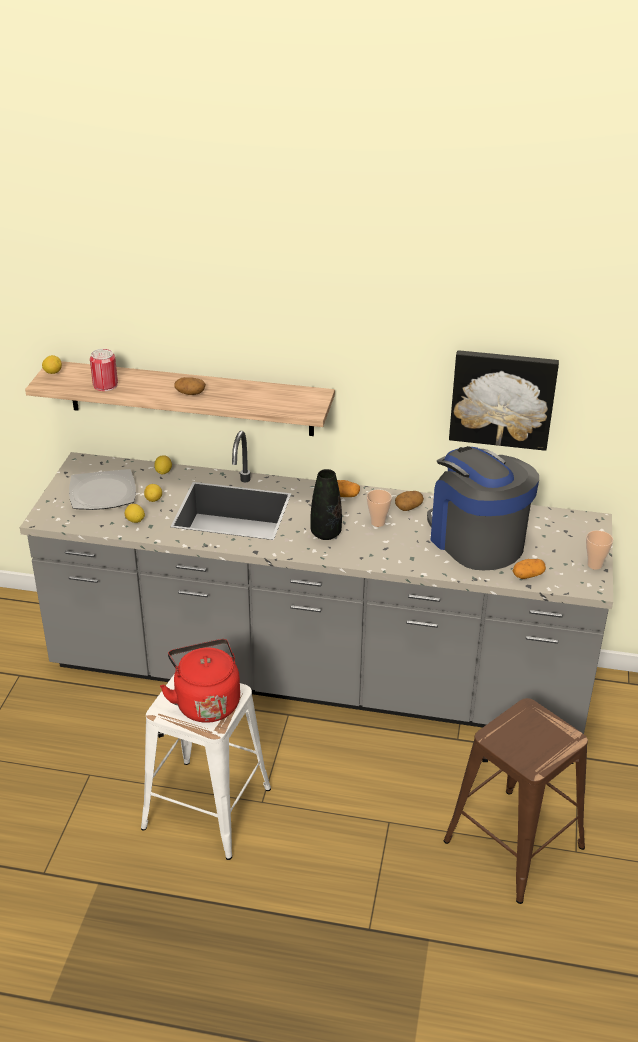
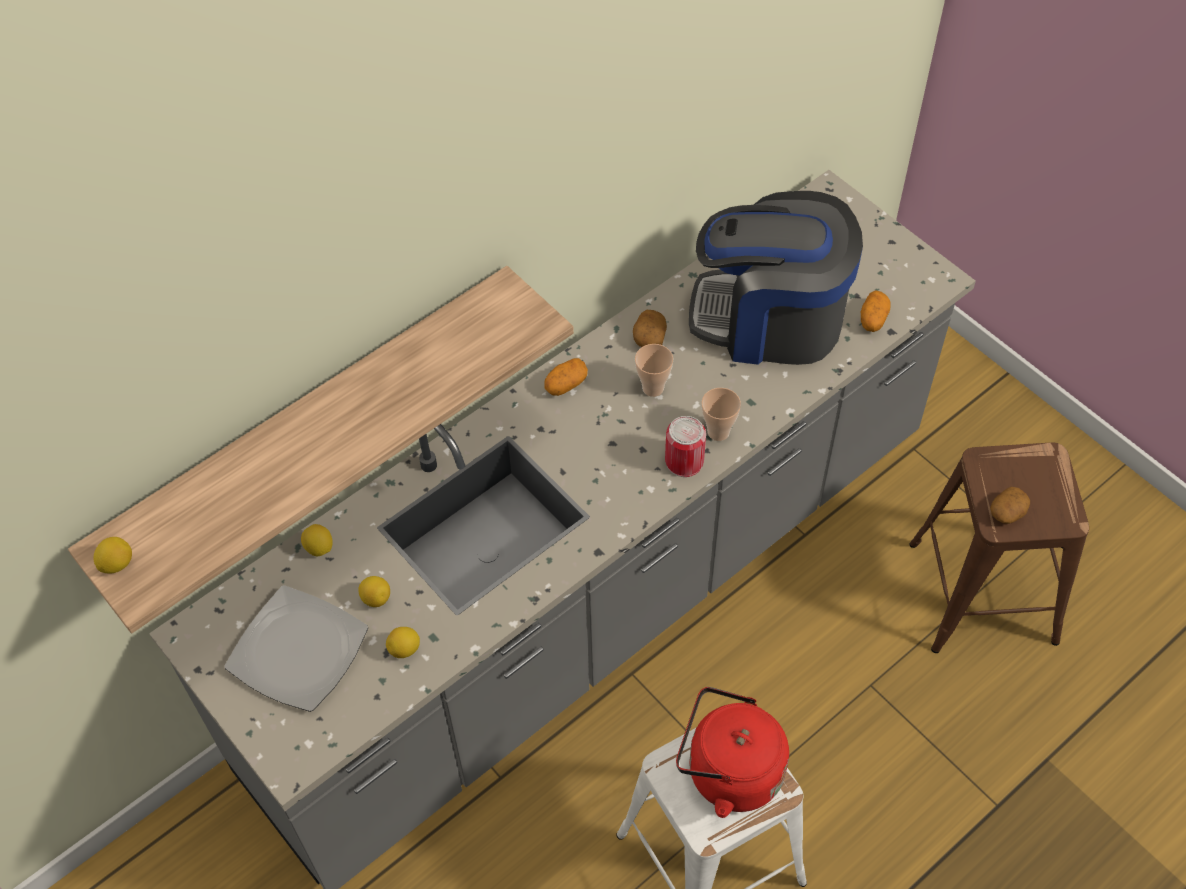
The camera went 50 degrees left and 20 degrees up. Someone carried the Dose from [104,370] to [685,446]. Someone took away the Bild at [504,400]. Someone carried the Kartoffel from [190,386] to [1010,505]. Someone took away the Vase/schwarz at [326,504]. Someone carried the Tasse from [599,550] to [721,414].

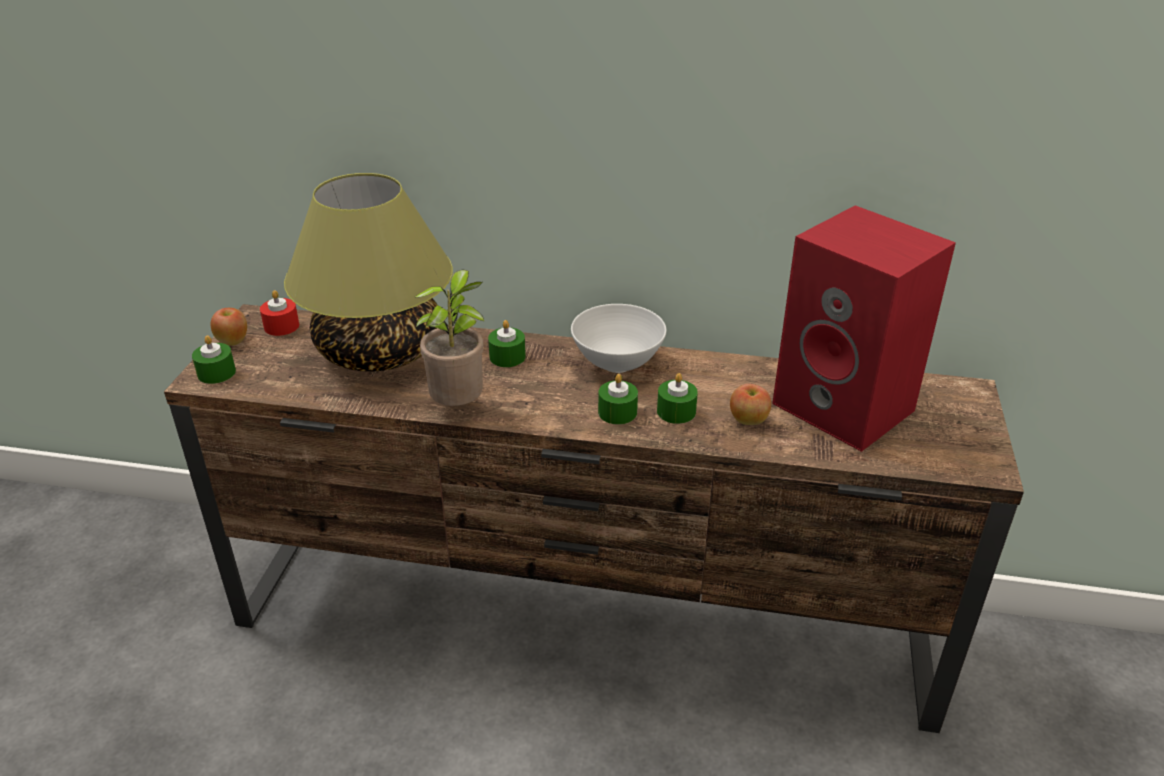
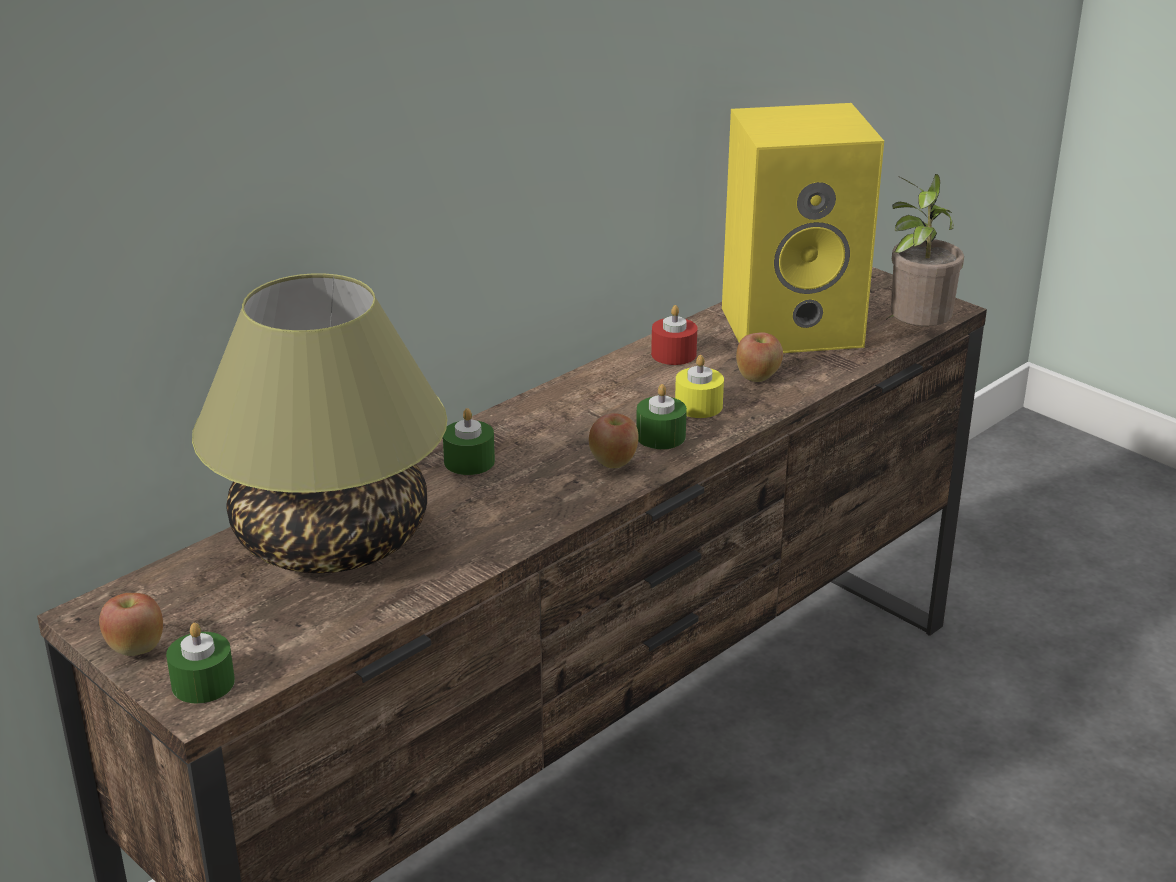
The camera went 55 degrees left and 5 degrees down. Someone repainted the Lautsprecher/rot at [864,328], which became the Lautsprecher/gelb at [803,228]. Someone carried the Topfpflanze from [450,337] to [924,250]. Someone carried the Kerze/rot from [279,313] to [674,335]. Someone took away the Schüssel/weiß at [618,338]. Someone repainted the Kerze/grün at [677,398], which became the Kerze/gelb at [699,386]. Someone put down the Apfel at [614,440].

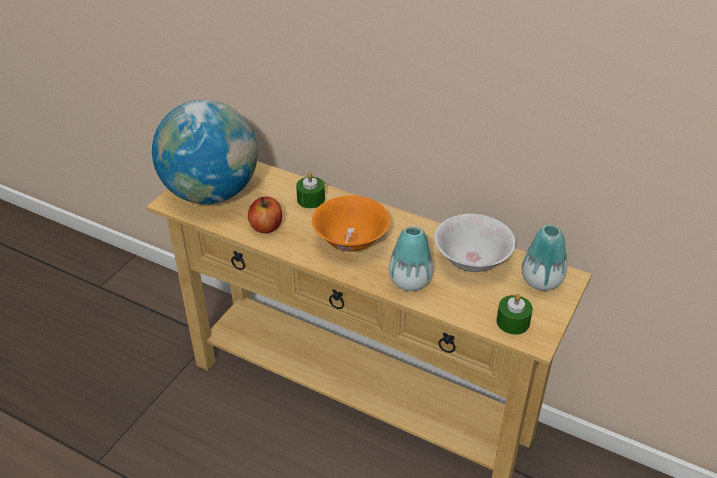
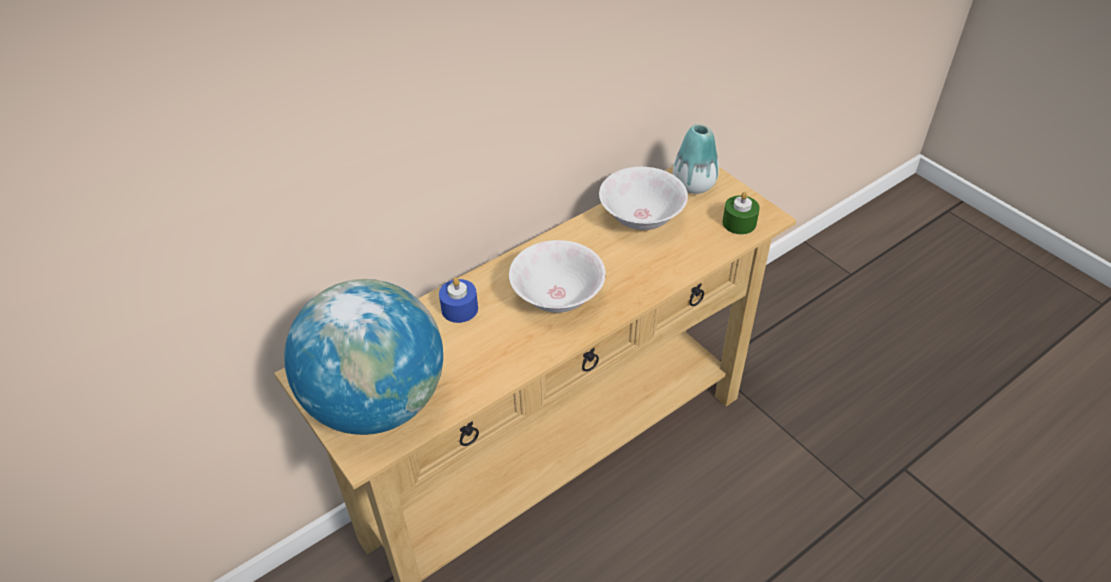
The camera went 65 degrees left and 5 degrees up. Someone repainted the Kerze/grün at [310,190], which became the Kerze/blau at [458,300]. Someone repainted the Schüssel/orange at [351,224], which became the Schüssel/weiß at [557,276]. Someone took away the Apfel at [265,215]. Someone took away the Vase at [411,258].

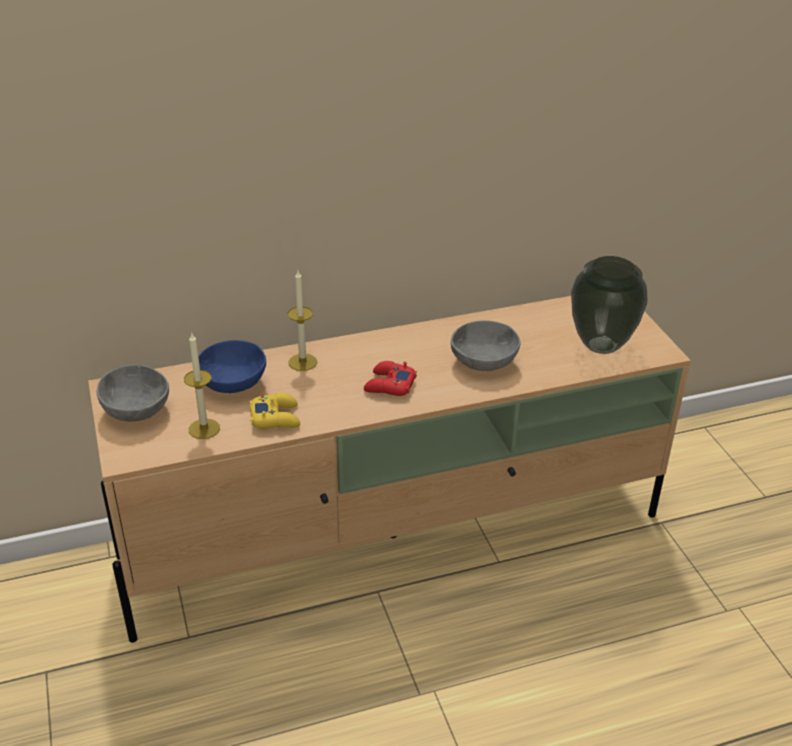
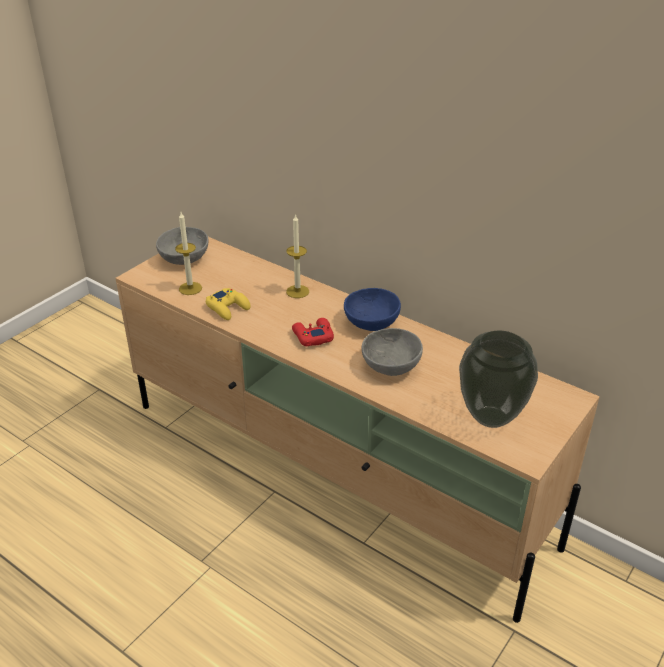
The camera went 55 degrees right and 0 degrees up. Someone carried the Schüssel/blau from [232,366] to [372,309].

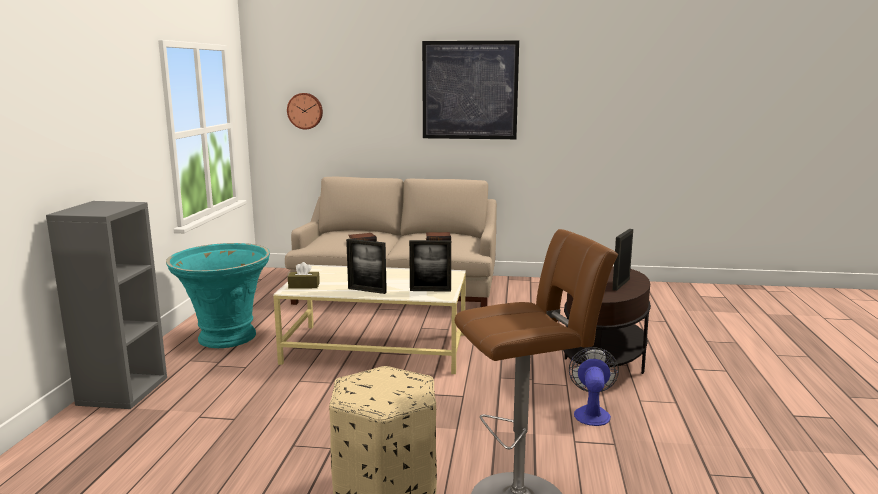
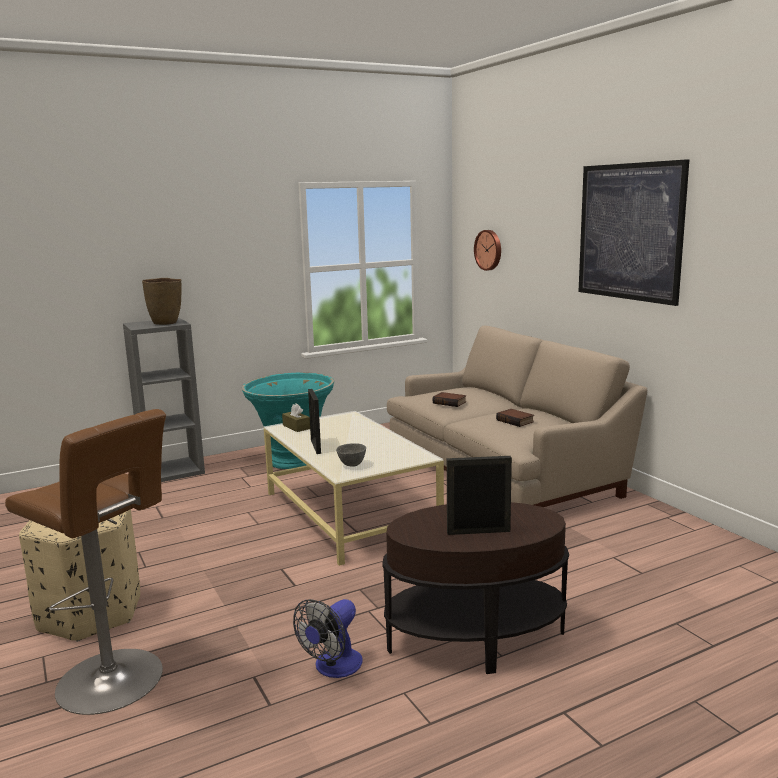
The camera went 55 degrees right and 0 degrees up. Someone swapped the Bilderrahmen at [430,266] for the Schüssel/grau at [351,455]. Someone rotated the Ventilator at [594,386] by 150 degrees clockwise. Someone put down the Vase/braun at [162,301].

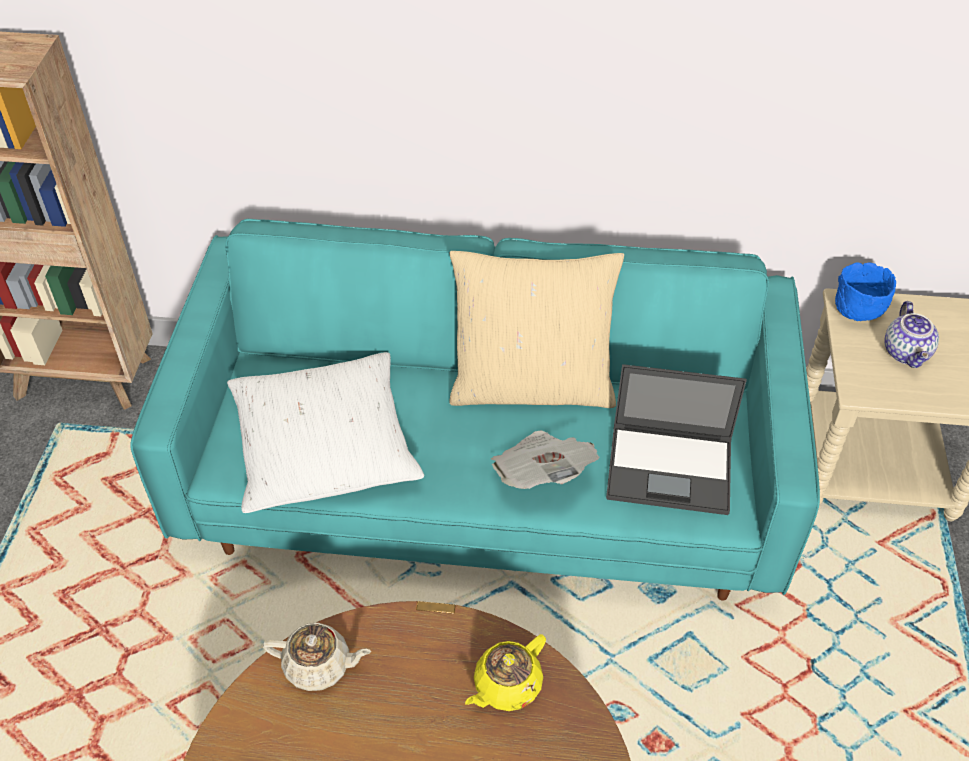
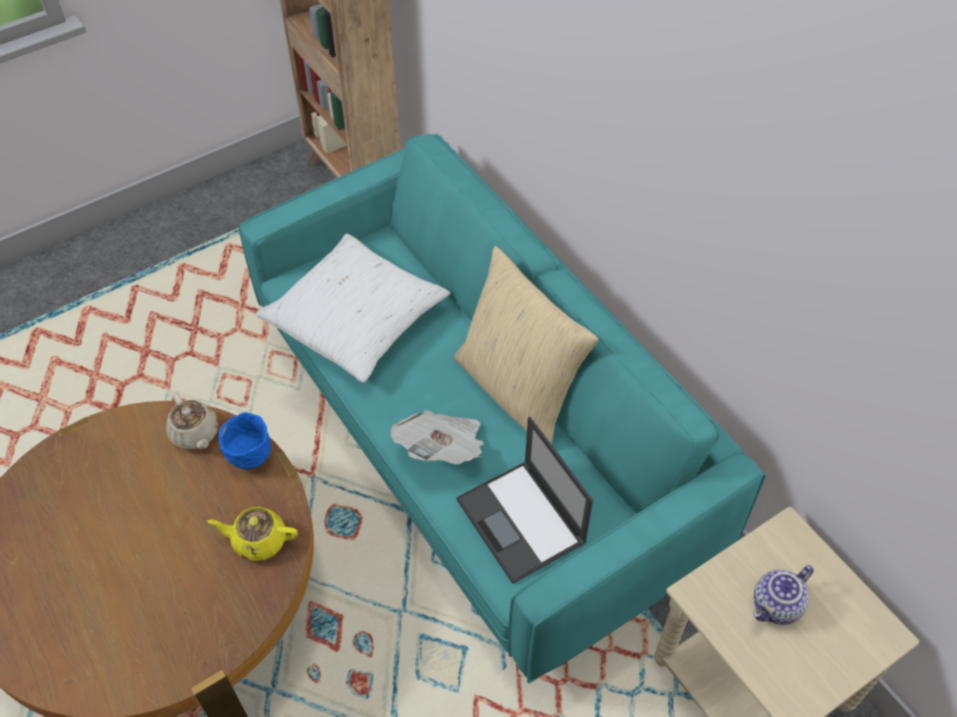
The camera went 50 degrees right and 5 degrees up. Someone carried the Schüssel/blau from [865,292] to [244,440].

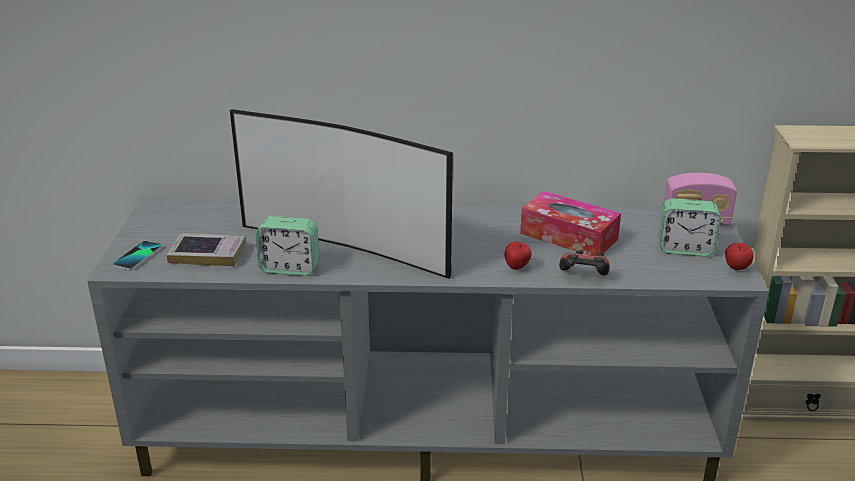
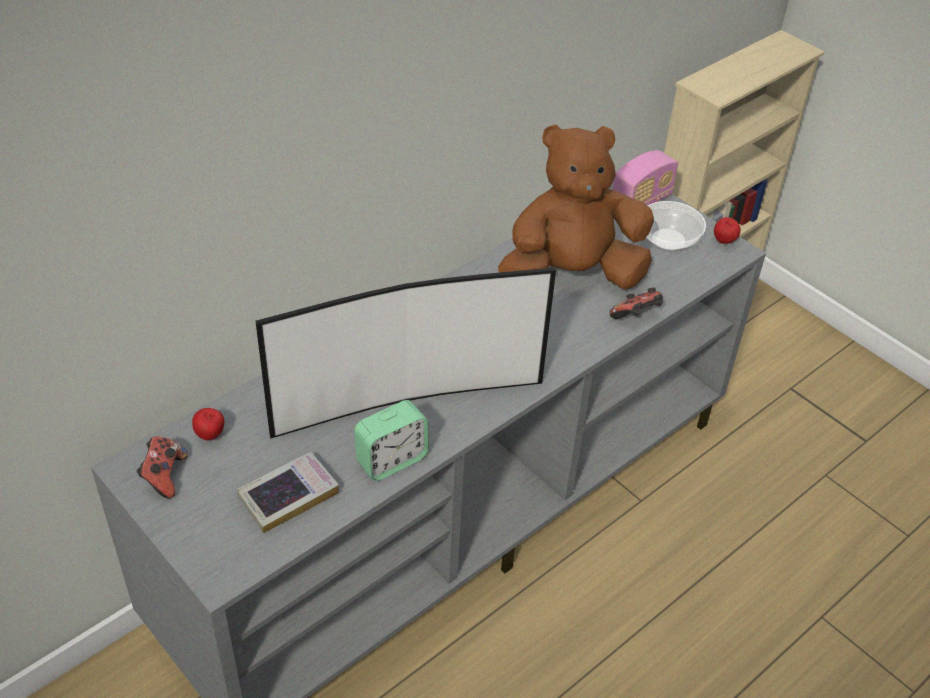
The camera went 45 degrees left and 15 degrees up. Someone swapped the Taschentuchbox at [570,223] for the Plüschtier/braun at [576,207]. Someone swapped the Wecker at [690,227] for the Schüssel at [675,226]. Someone took away the Handy at [137,255]. Someone carried the Apfel from [518,256] to [208,424]. Someone put down the Gamepad at [162,467].

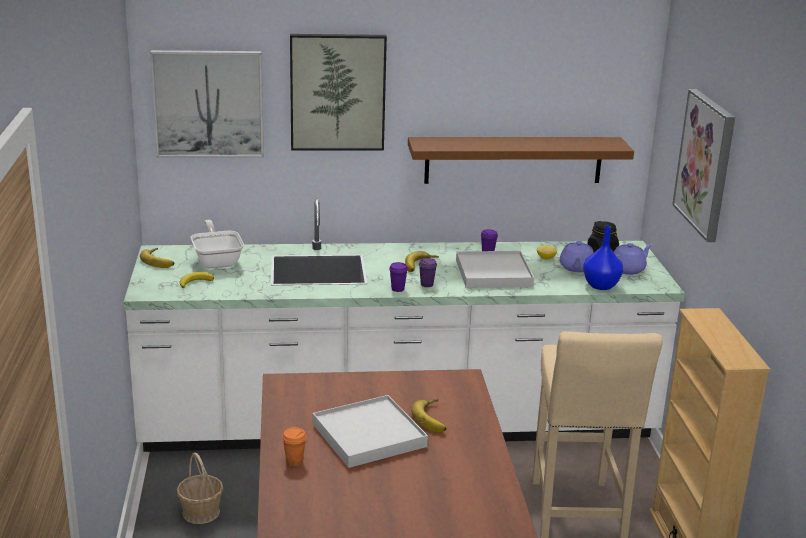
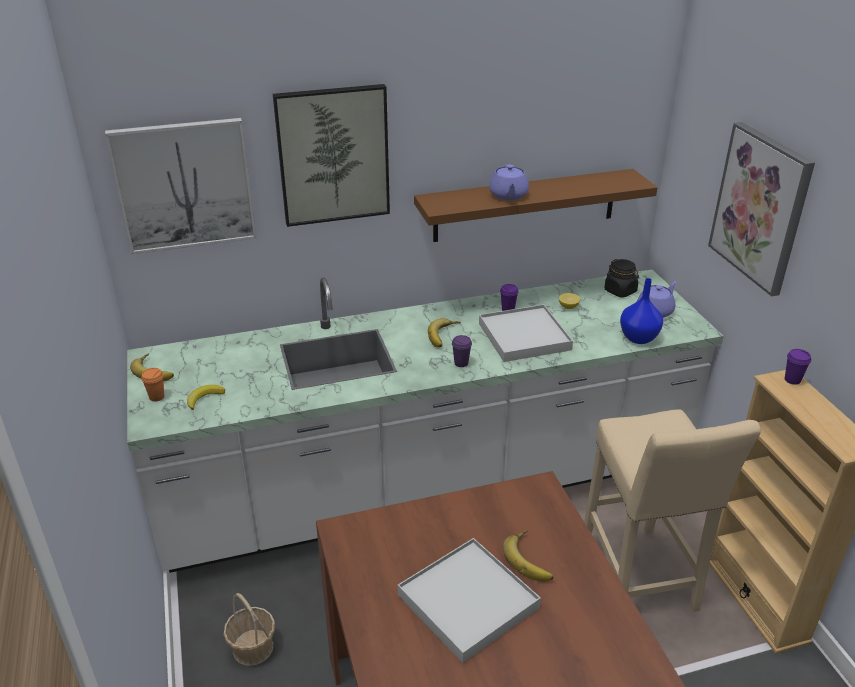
The camera went 10 degrees left and 10 degrees up. Someone took away the Pfanne at [217,244]. Someone carried the Teekanne/lila from [576,256] to [509,182]. Someone carried the Tasse/lila from [398,277] to [798,367]. Someone carried the Tasse/orange from [294,446] to [152,385].

